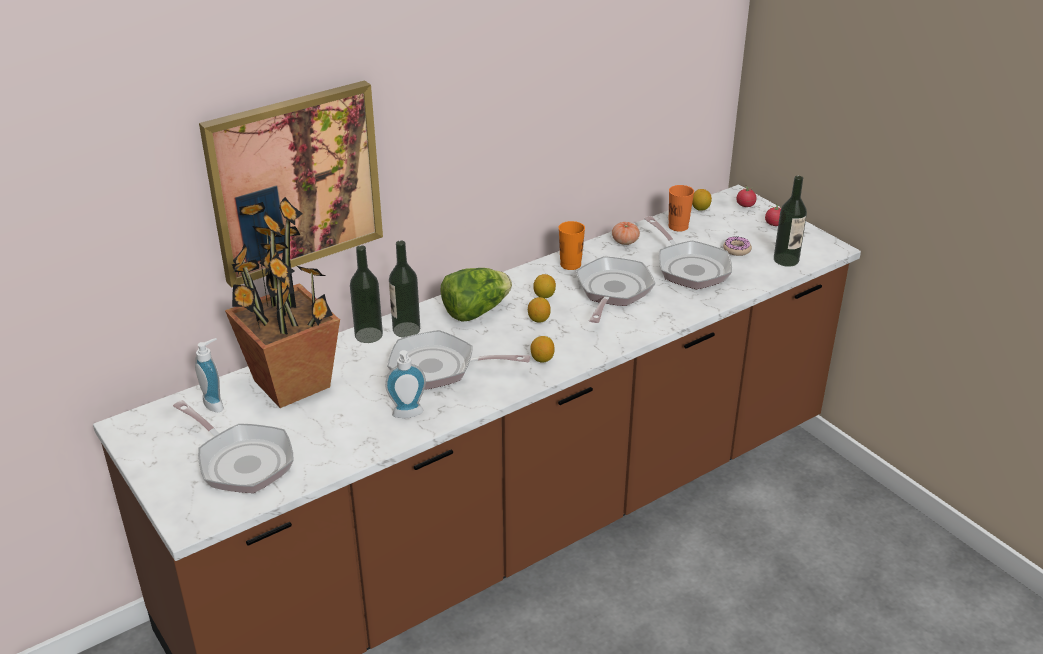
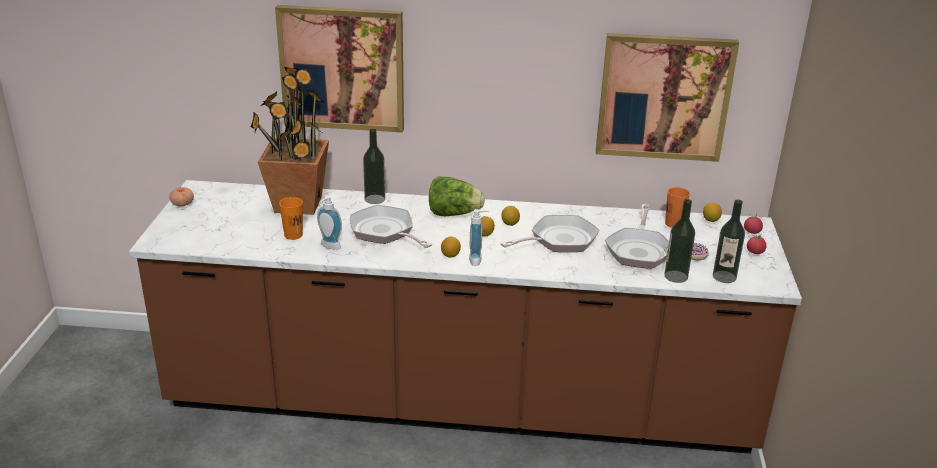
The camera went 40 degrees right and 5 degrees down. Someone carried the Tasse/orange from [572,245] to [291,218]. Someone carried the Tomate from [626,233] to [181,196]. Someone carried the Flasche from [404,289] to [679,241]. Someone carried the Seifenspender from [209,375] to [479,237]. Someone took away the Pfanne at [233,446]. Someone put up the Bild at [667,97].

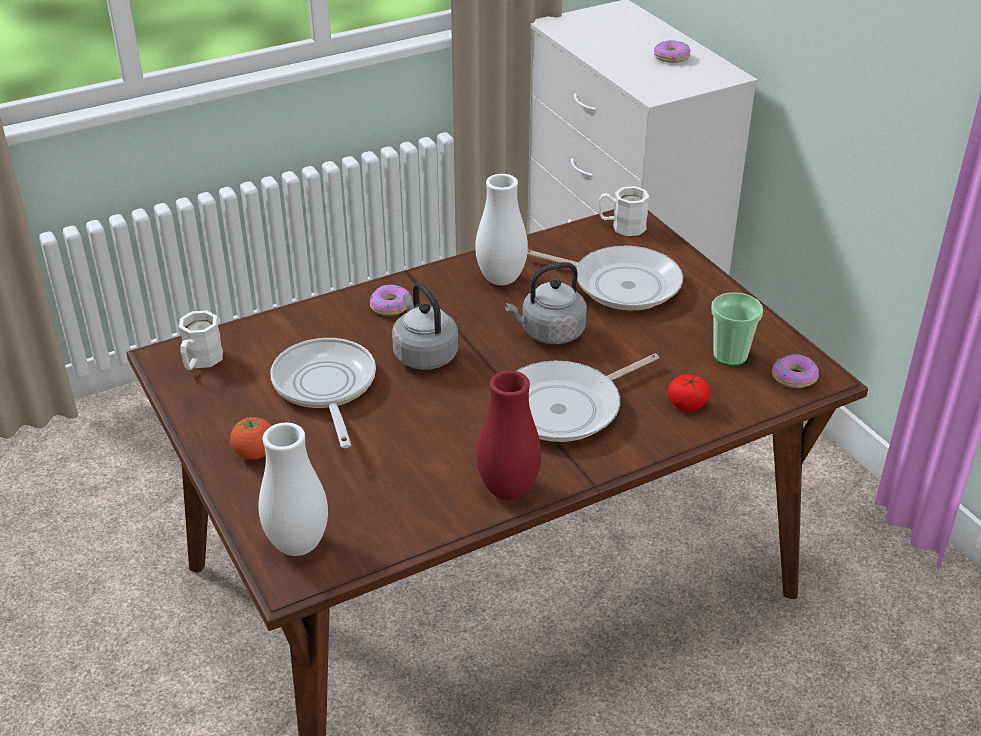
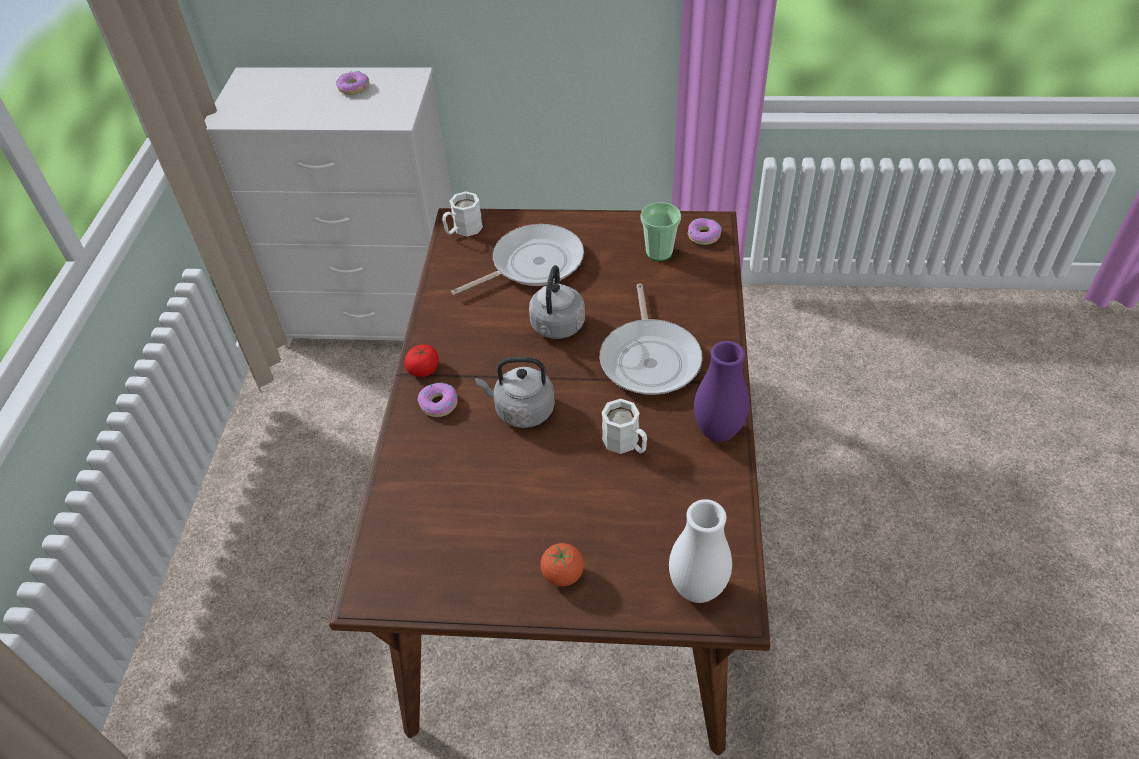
The camera went 55 degrees left and 10 degrees up. Someone took away the Vase/weiß at [501,229]. Someone carried the Henkelbecher/weiß from [201,340] to [624,426]. Someone took away the Pfanne at [323,393]. Someone repainted the Vase/rot at [508,435], which became the Vase/lila at [721,391]. Someone carried the Tomate from [689,393] to [421,360].

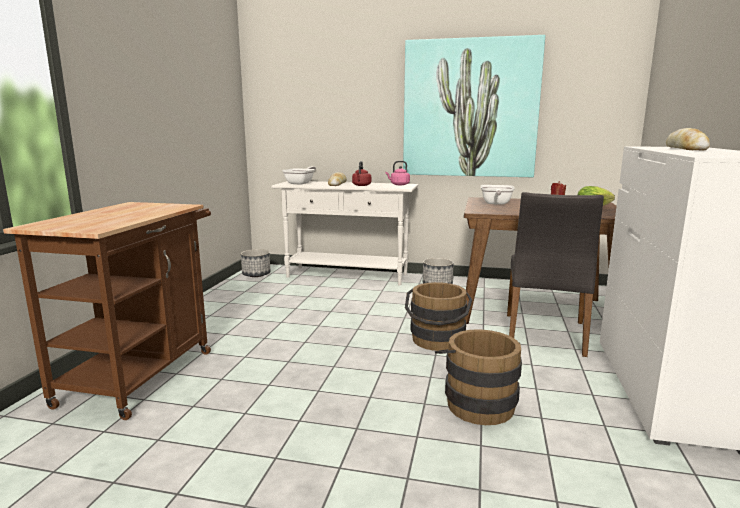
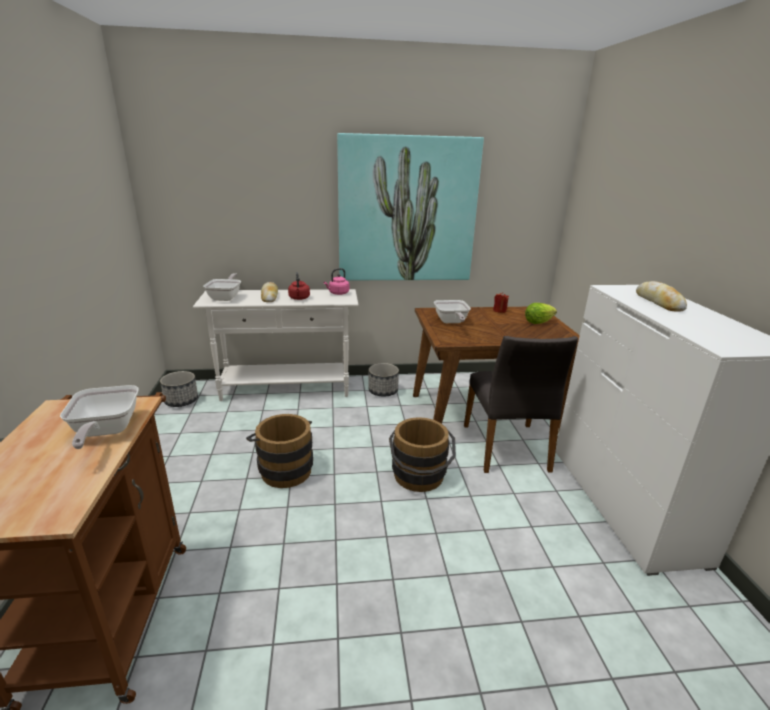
The camera went 20 degrees left and 10 degrees up. Someone carried the Eimer/braun from [478,377] to [279,451]. Someone put down the Pfanne at [99,417].

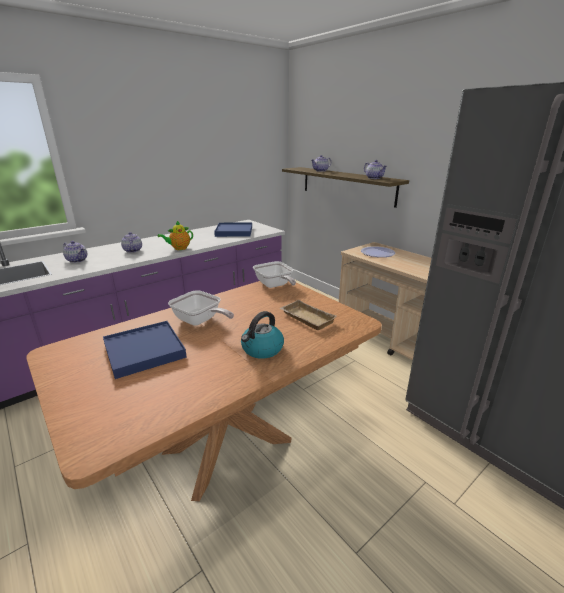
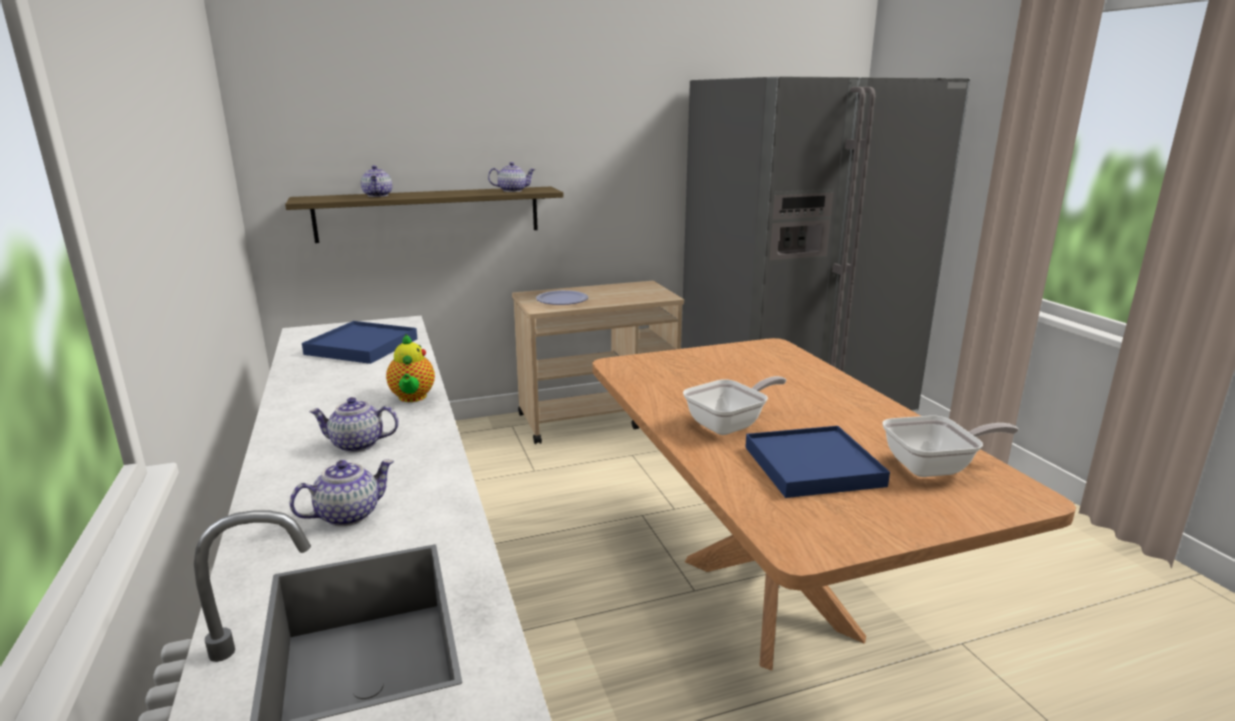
The camera went 70 degrees left and 5 degrees down. Someone carried the Pfanne from [274,274] to [950,446]. Someone took away the Tablett/beige at [308,315]. Someone took away the Wasserkessel at [262,335].

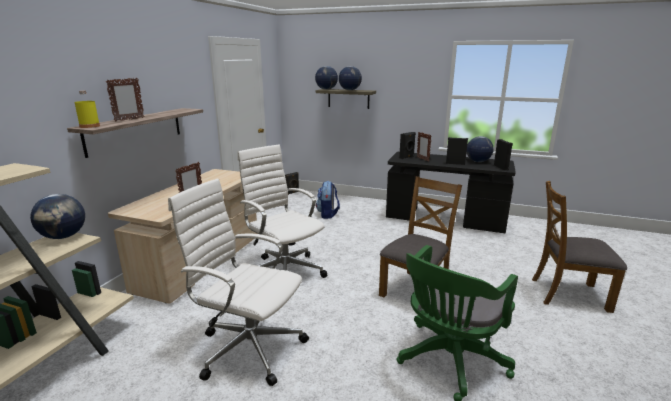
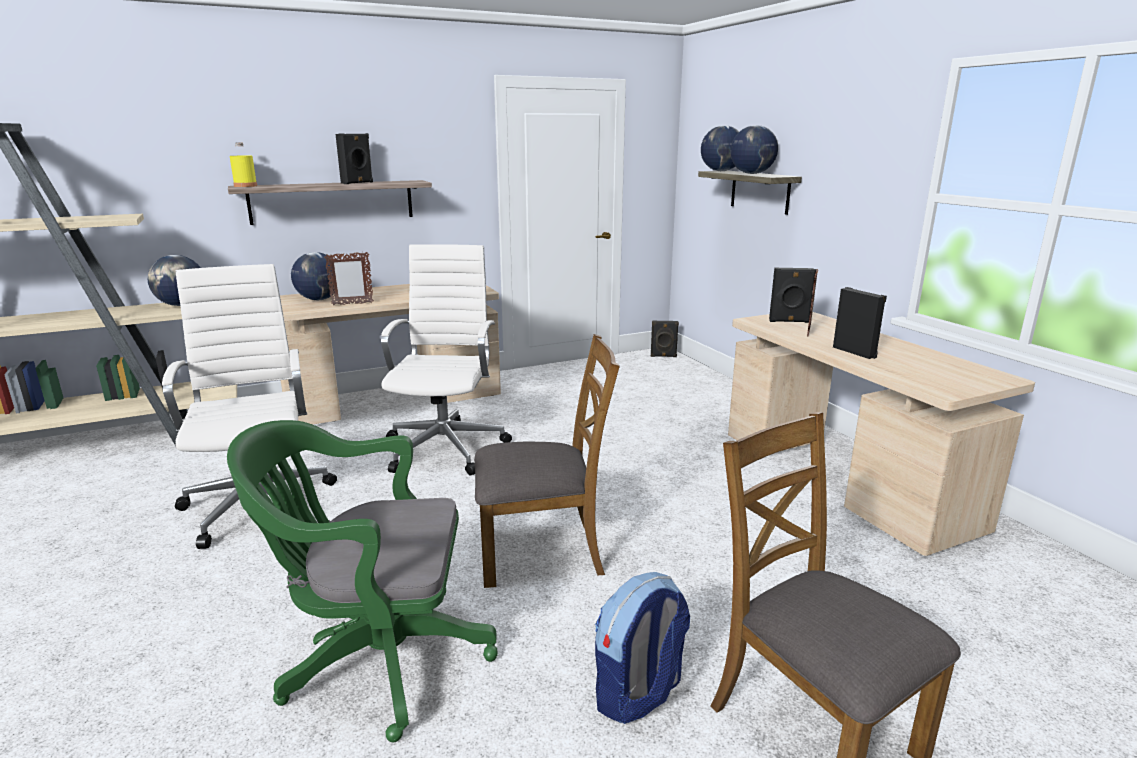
The camera went 45 degrees right and 0 degrees up. Someone took away the Bilderrahmen at [125,99]. Someone carried the Globus from [480,149] to [313,276]. Someone carried the Lautsprecher/schwarz from [503,154] to [354,158]. Someone repainted the Schreibtisch/schwarz at [451,192], which became the Schreibtisch/beige at [881,434]. Someone carried the Rucksack from [328,200] to [642,648].

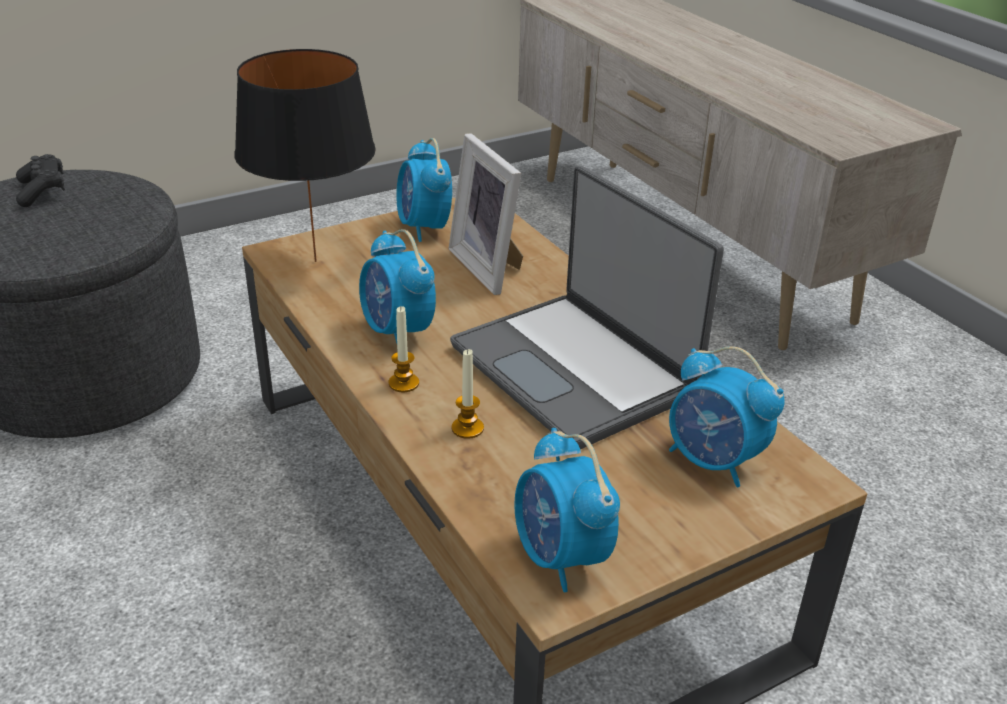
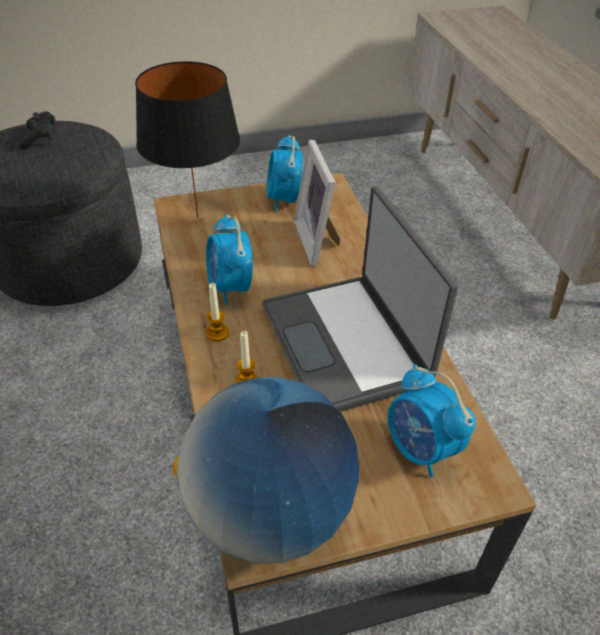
The camera went 15 degrees right and 10 degrees up. Someone swapped the Wecker at [567,510] for the Globus at [266,470].

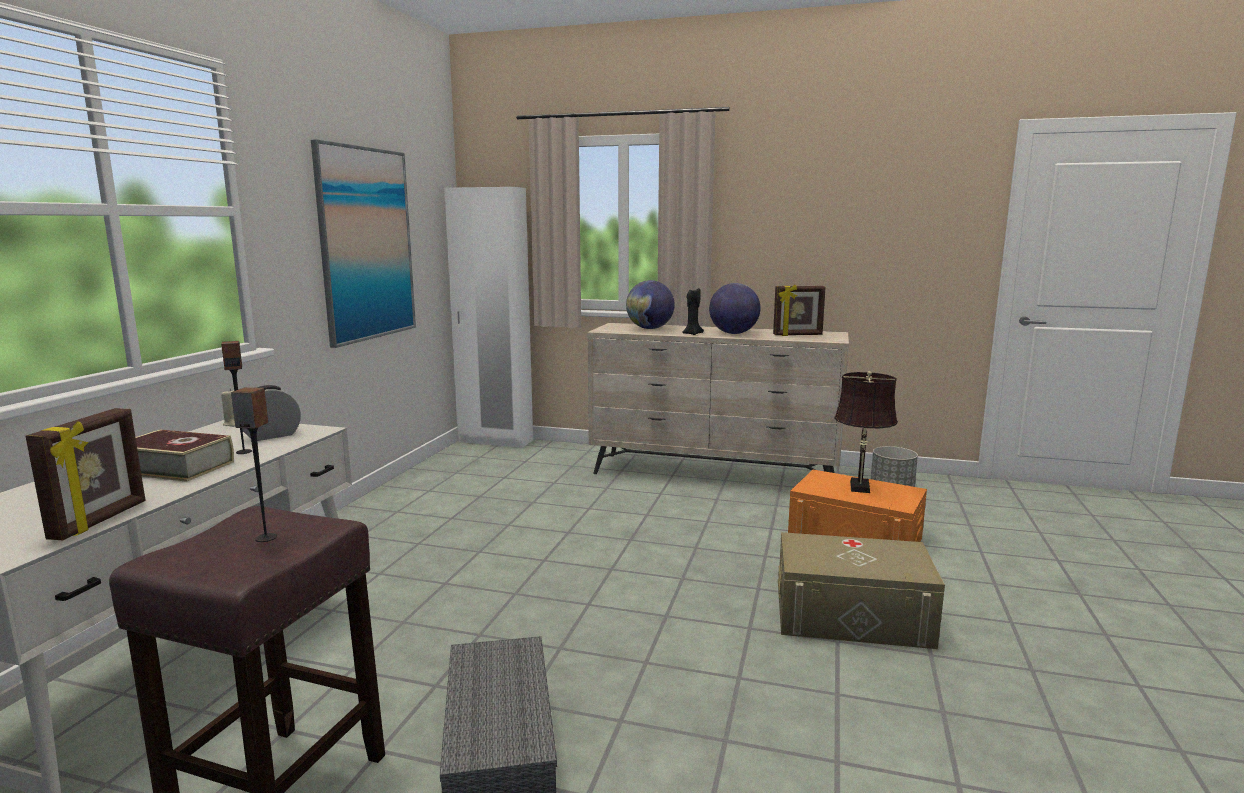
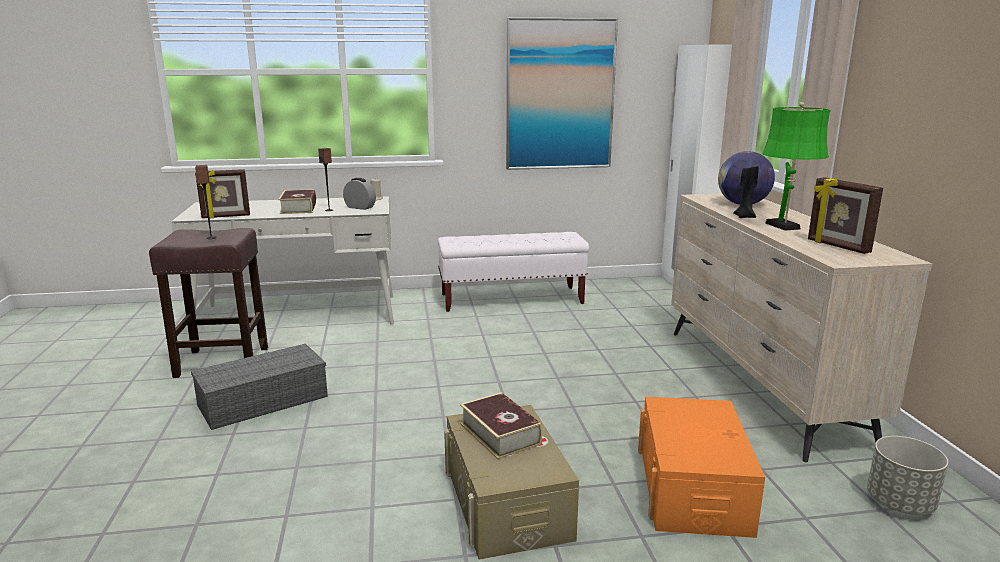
The camera went 65 degrees right and 5 degrees up. Someone swapped the Globus at [734,308] for the Tischlampe/grün at [796,166]. Someone took away the Tischlampe/braun at [866,432]. Someone put down the Bank/weiß at [513,272]. Someone put down the Buch at [501,425].

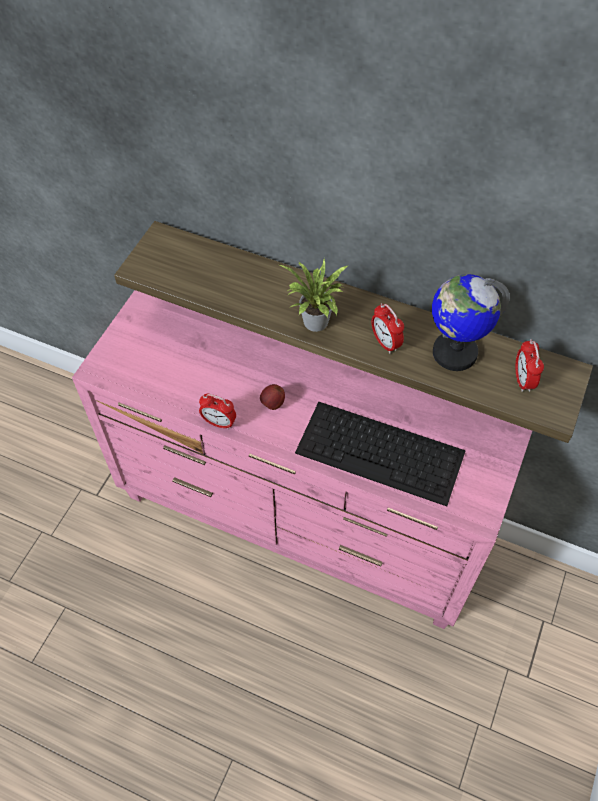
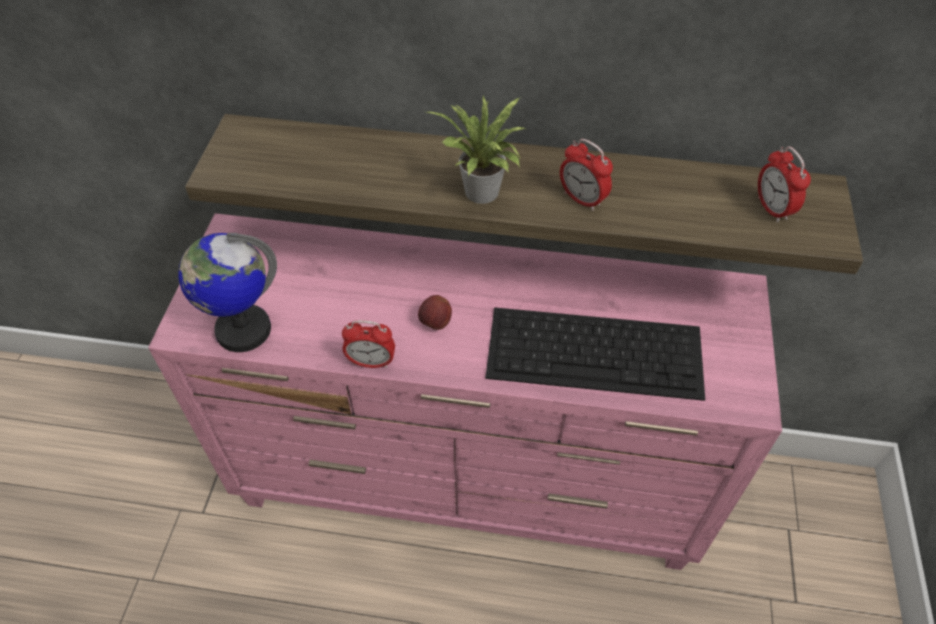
The camera went 15 degrees left and 5 degrees down. Someone carried the Globus from [471,322] to [228,292].

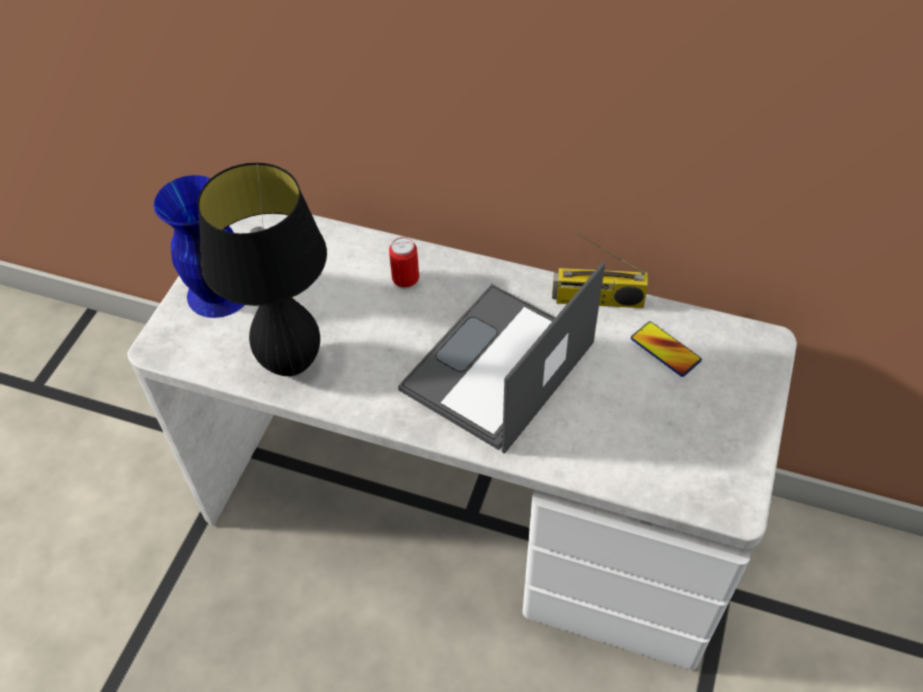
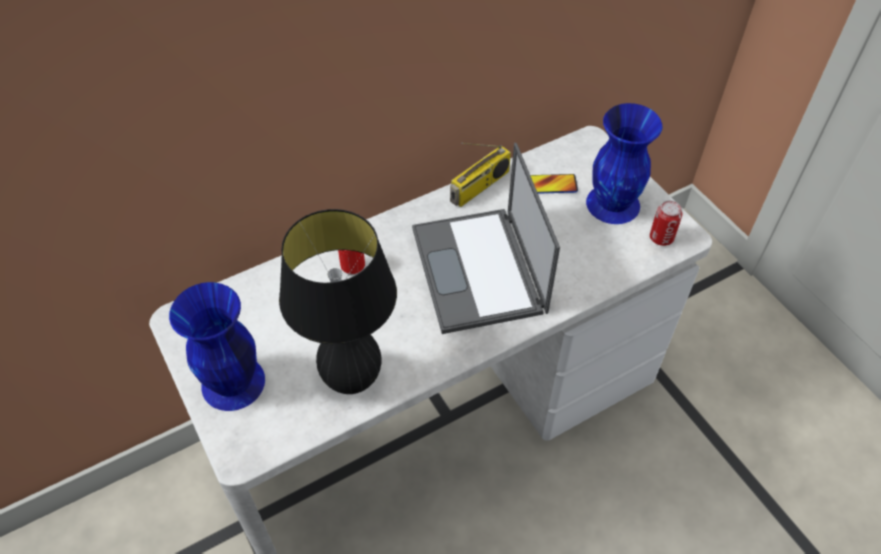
The camera went 50 degrees left and 0 degrees up. Someone put down the Vase/blau at [624,163]. Someone put down the Dose at [666,223].

